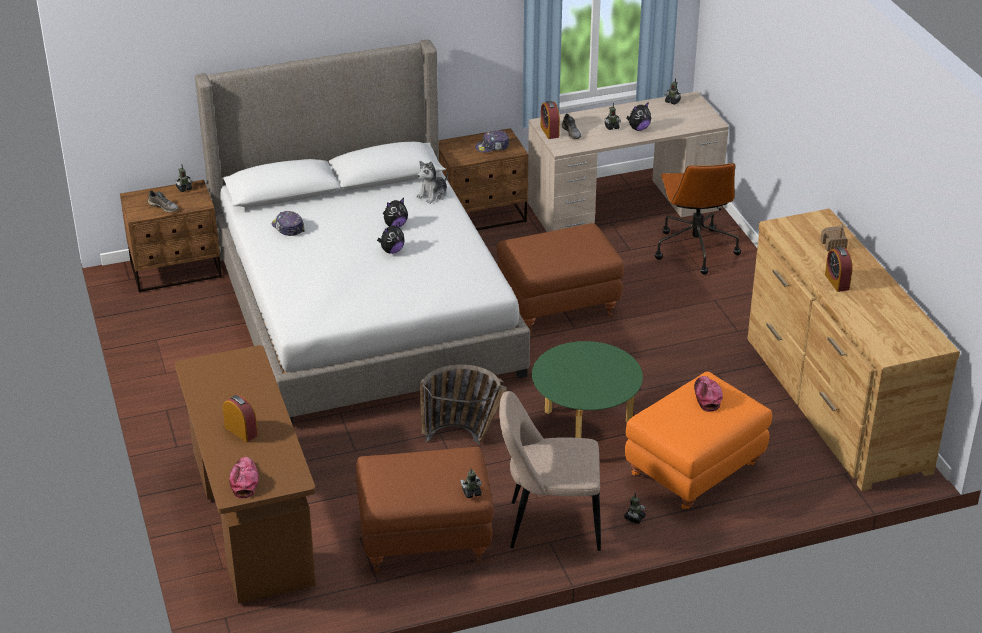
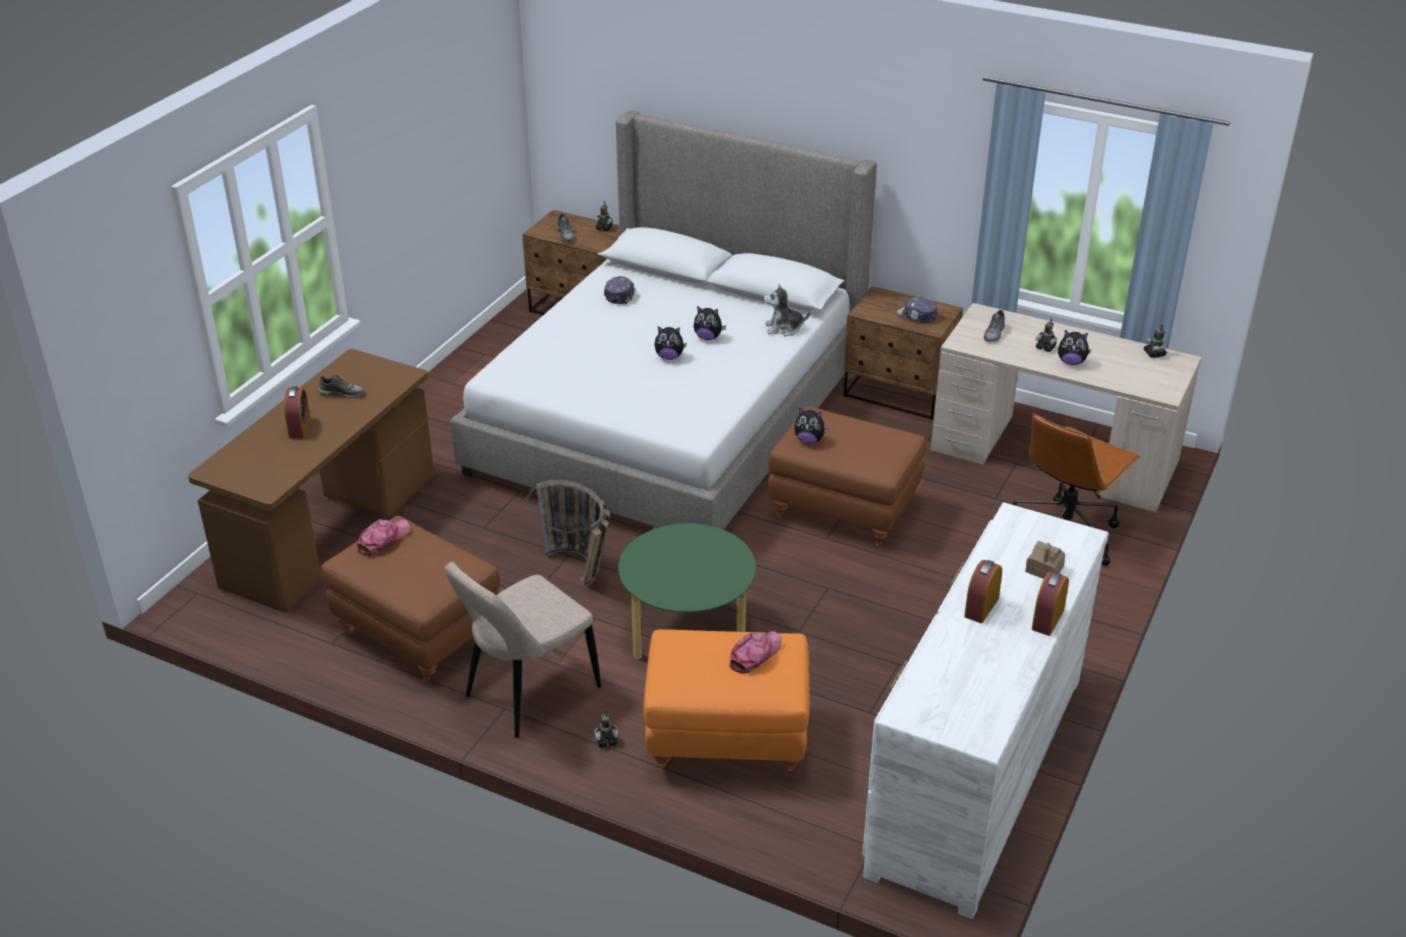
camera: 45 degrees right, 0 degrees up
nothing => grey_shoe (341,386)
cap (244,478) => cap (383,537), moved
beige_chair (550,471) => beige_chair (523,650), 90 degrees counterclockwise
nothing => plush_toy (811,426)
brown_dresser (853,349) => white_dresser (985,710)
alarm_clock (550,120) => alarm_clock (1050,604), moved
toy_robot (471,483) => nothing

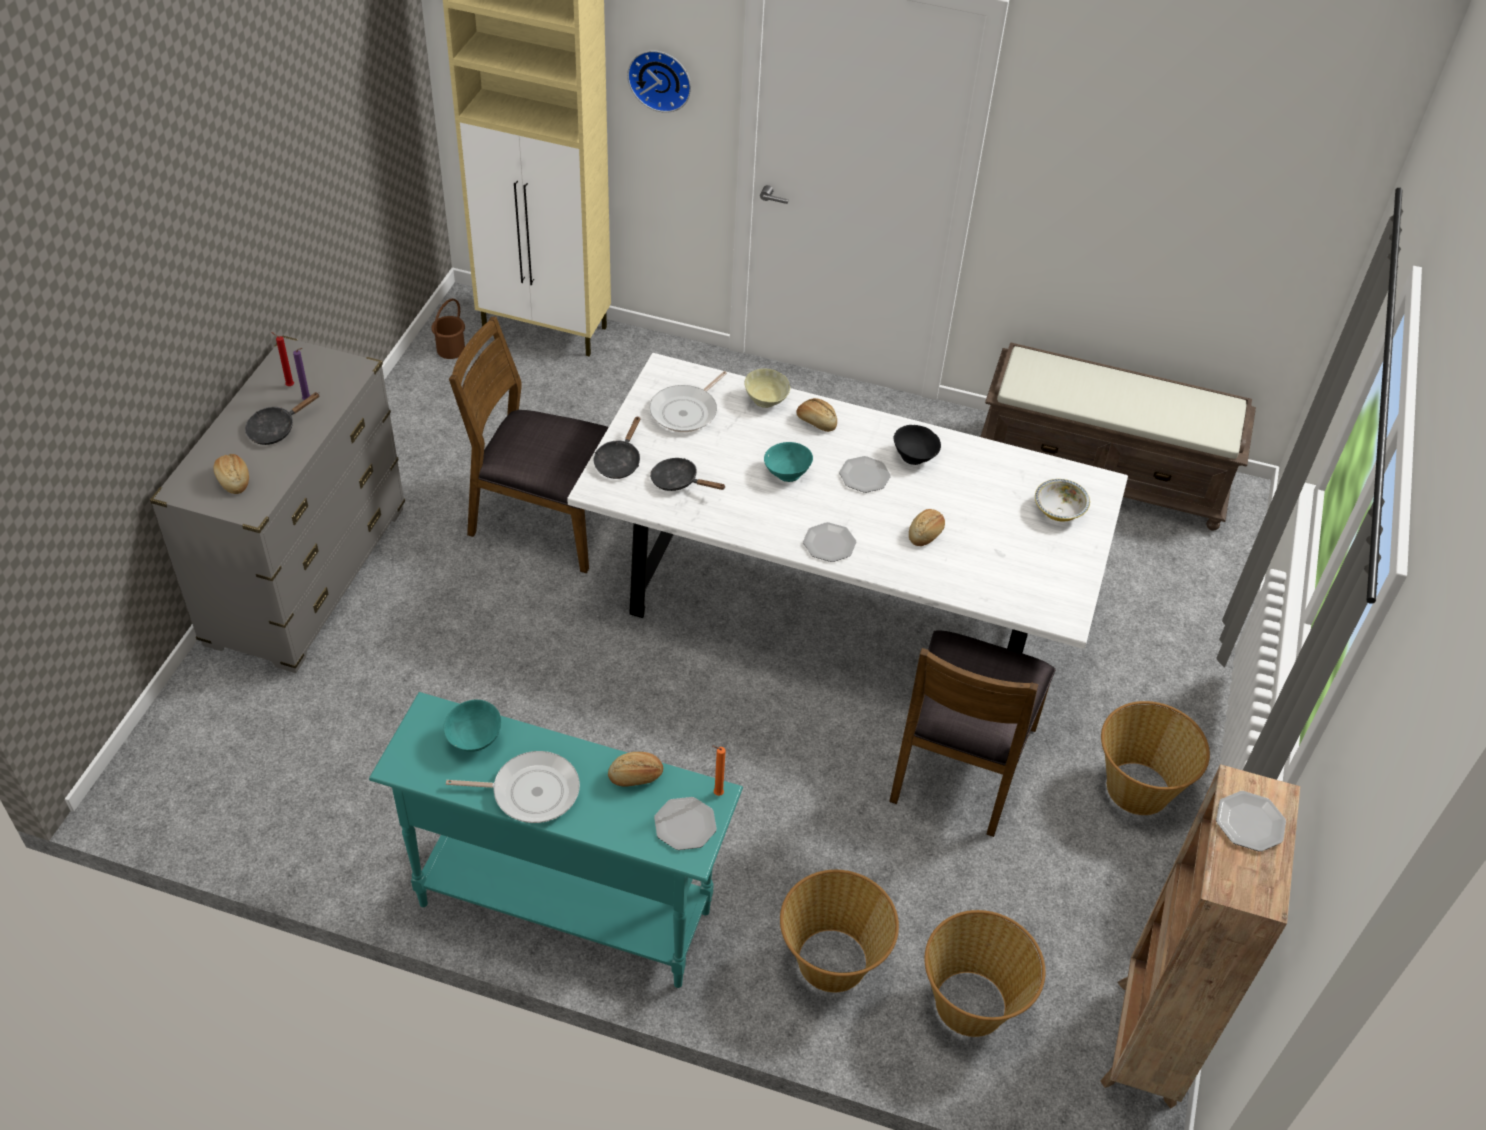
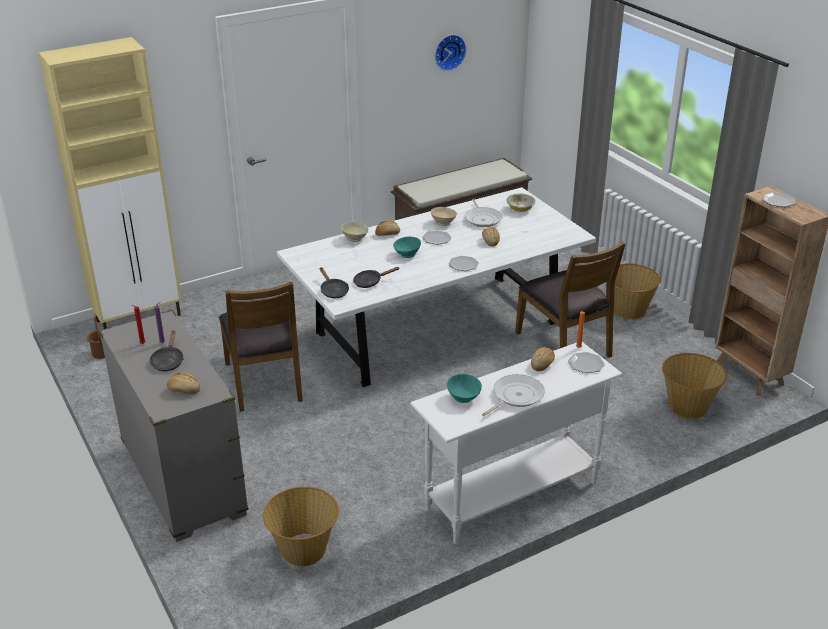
camera: 45 degrees left, 15 degrees down
brown_chair (529,445) => brown_chair (261,347), 75 degrees counterclockwise
basket (839,931) => basket (301,526), moved
turquoise_console_table (556,840) => white_console_table (516,443)
black_bowl (917,445) => beige_bowl (444,216)
wall_clock (659,81) => wall_clock (450,53), moved
frying_pan (688,401) => frying_pan (484,213), moved

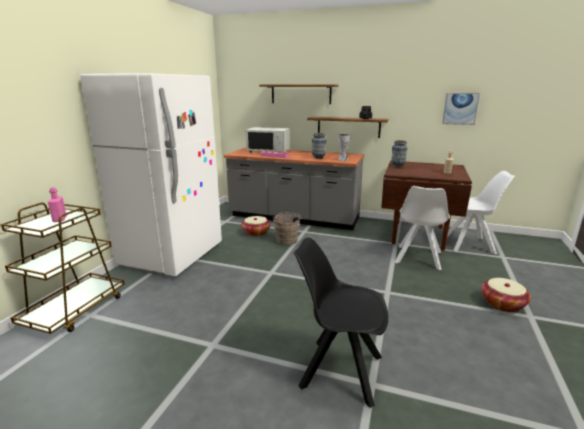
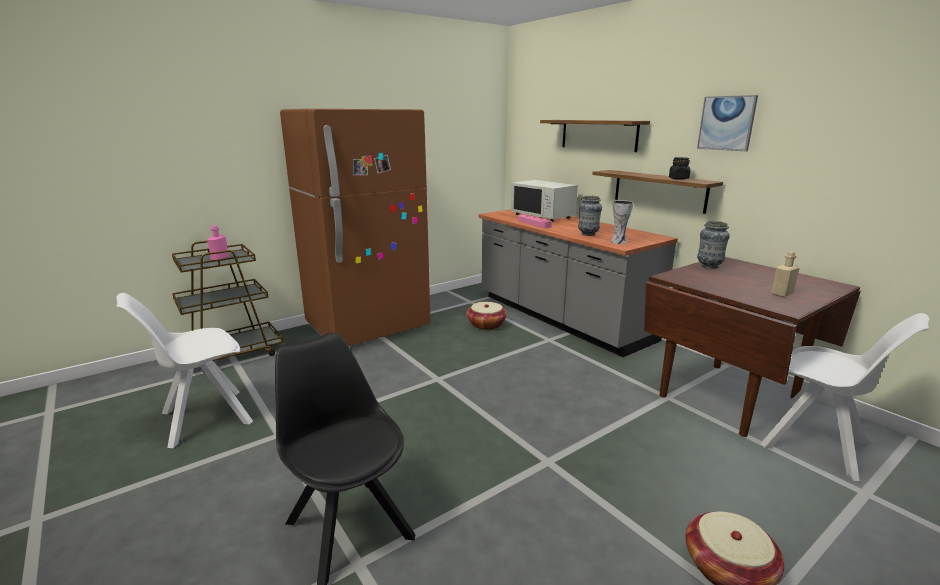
camera: 35 degrees right, 0 degrees up
white_chair (422,228) => white_chair (184,370), moved
white_fridge (151,174) => brown_fridge (355,227)
picture (461,109) => picture (727,123), moved
brown_bucket (287,228) => nothing

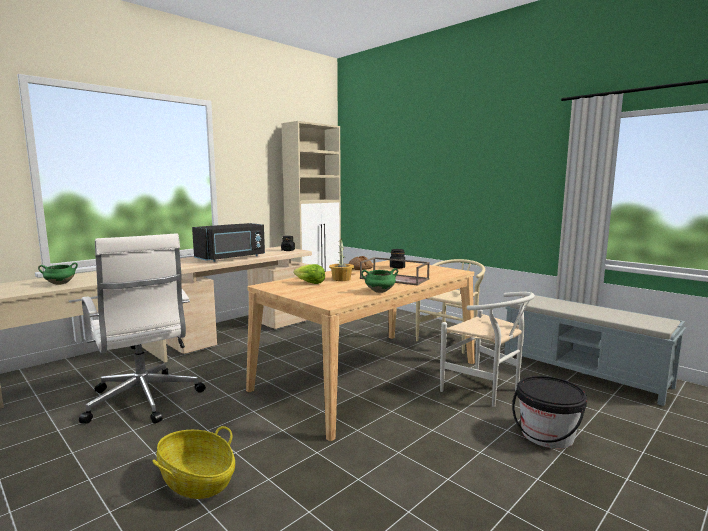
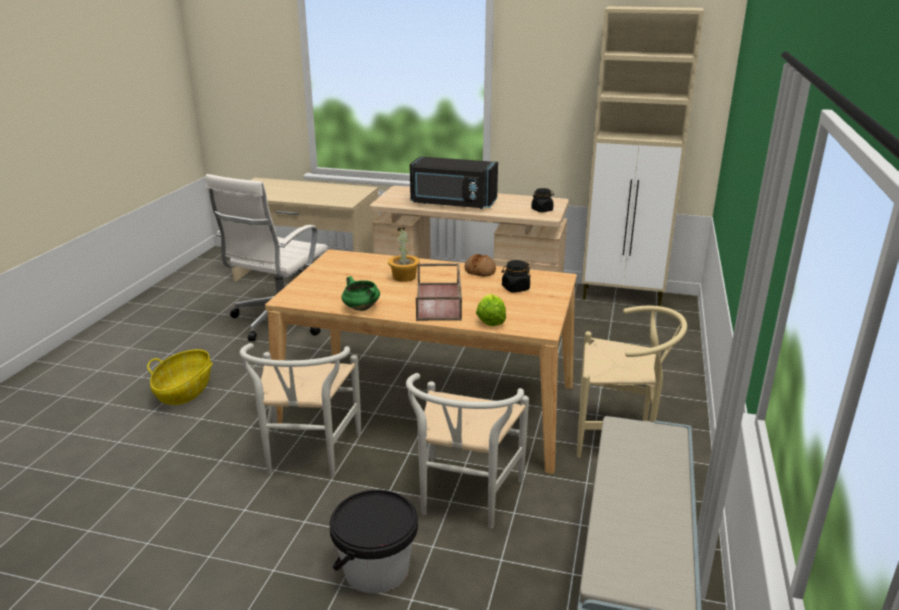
camera: 60 degrees right, 15 degrees up
nothing => white_chair (300,410)
lettuce (309,274) => lettuce (491,310), moved
green_cooking_pot (58,273) => nothing

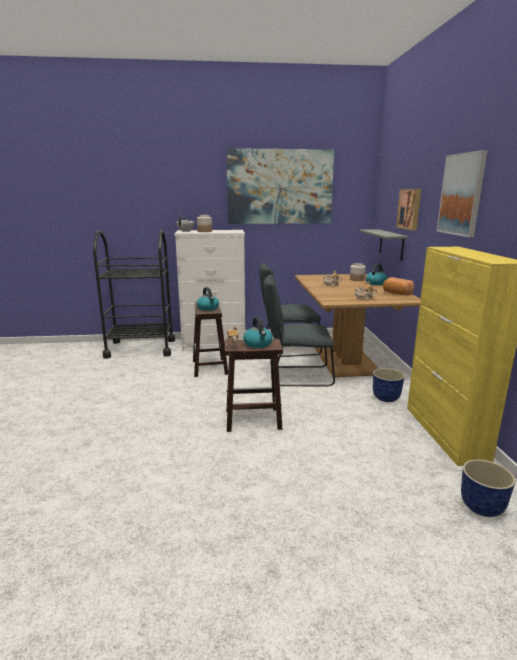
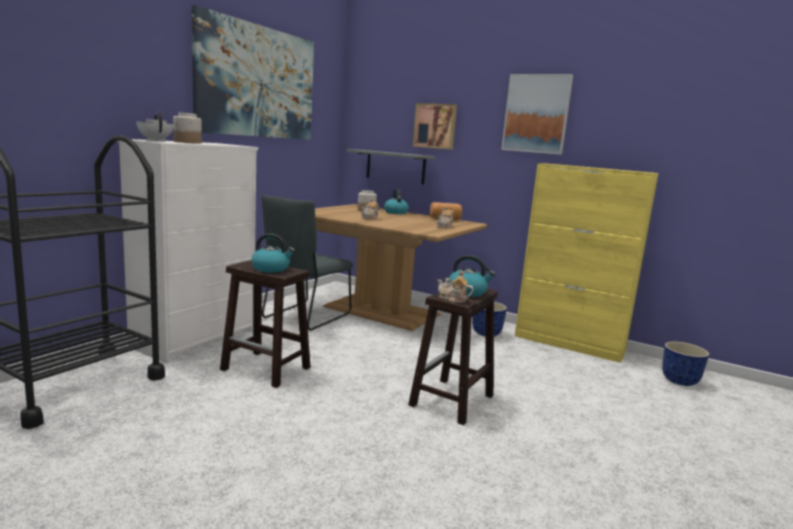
camera: 55 degrees left, 5 degrees down
grey_chair (299,330) => nothing

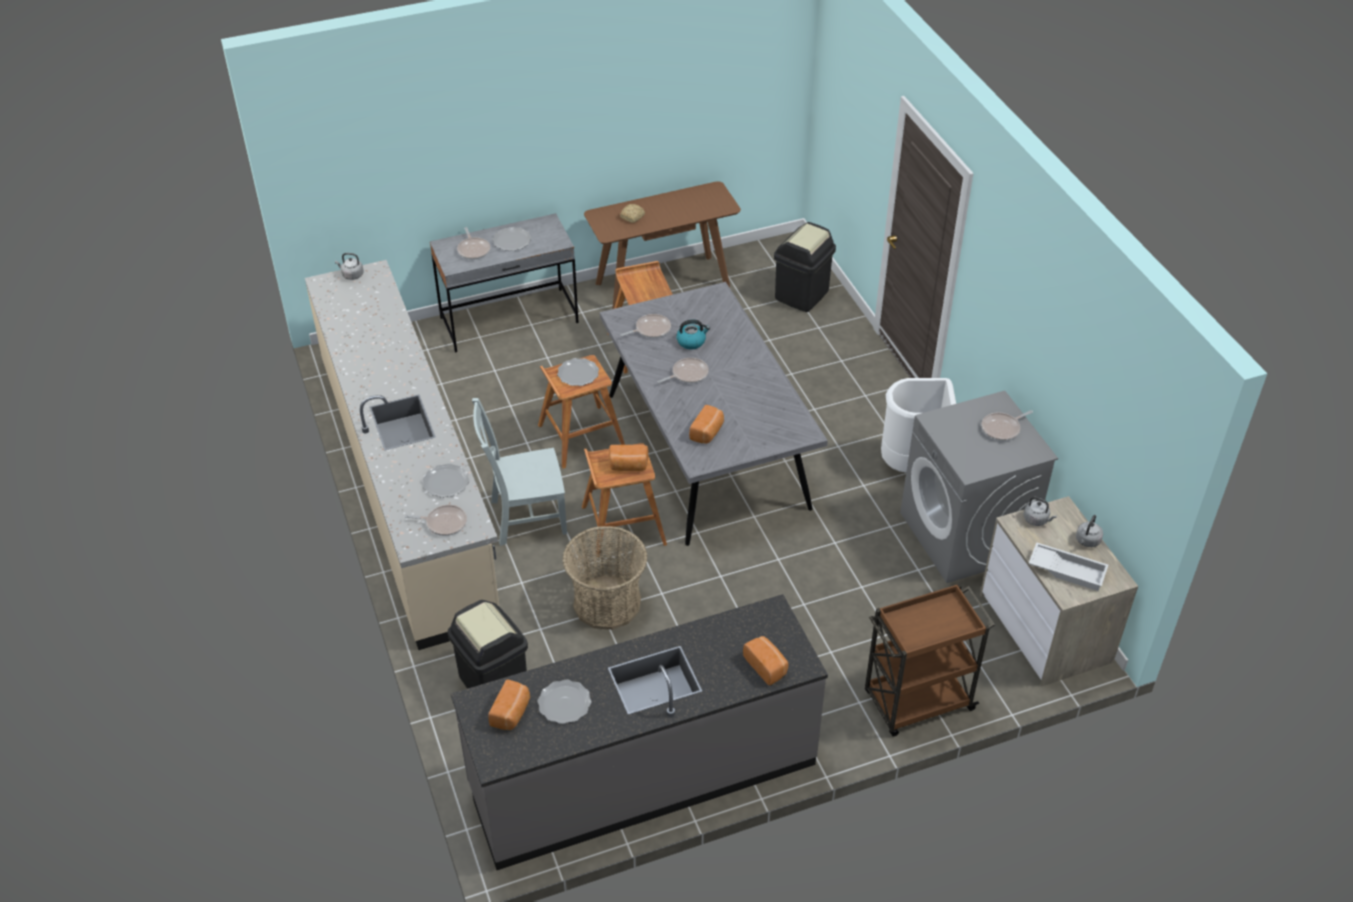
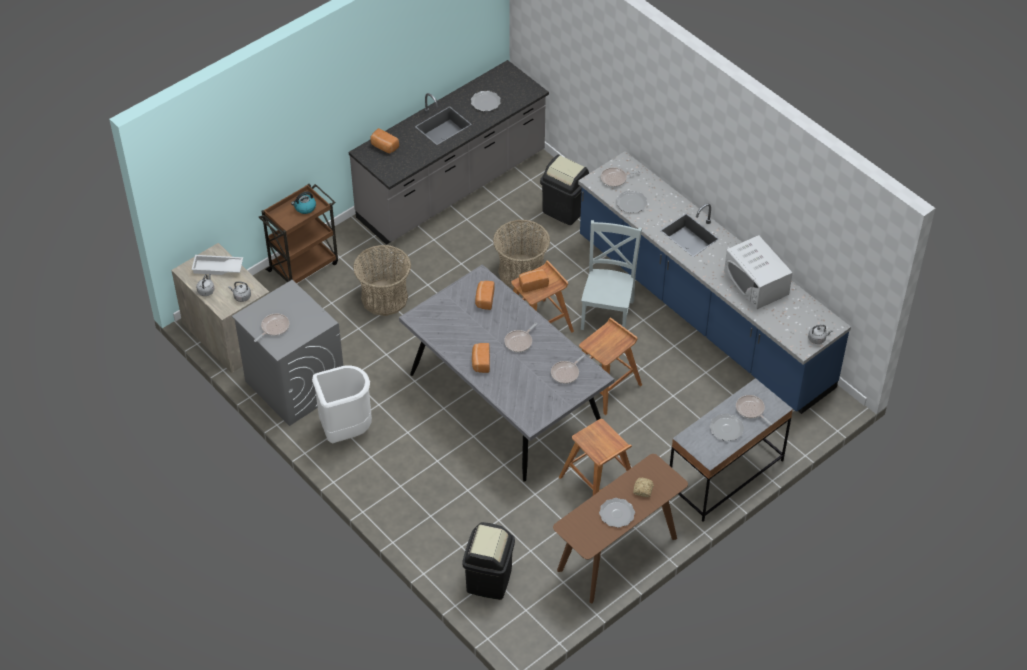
camera: 160 degrees right, 5 degrees up
kettle (693,334) => kettle (303,202), moved
nothing => basket (382,280)
bread (509,704) => bread (481,358), moved
beige_counter (402,455) => blue_counter (714,282)
grey_chair (519,472) => grey_chair (611,275), 45 degrees counterclockwise
plate (578,372) => plate (617,513), moved
nothing => white_microwave (758,272)

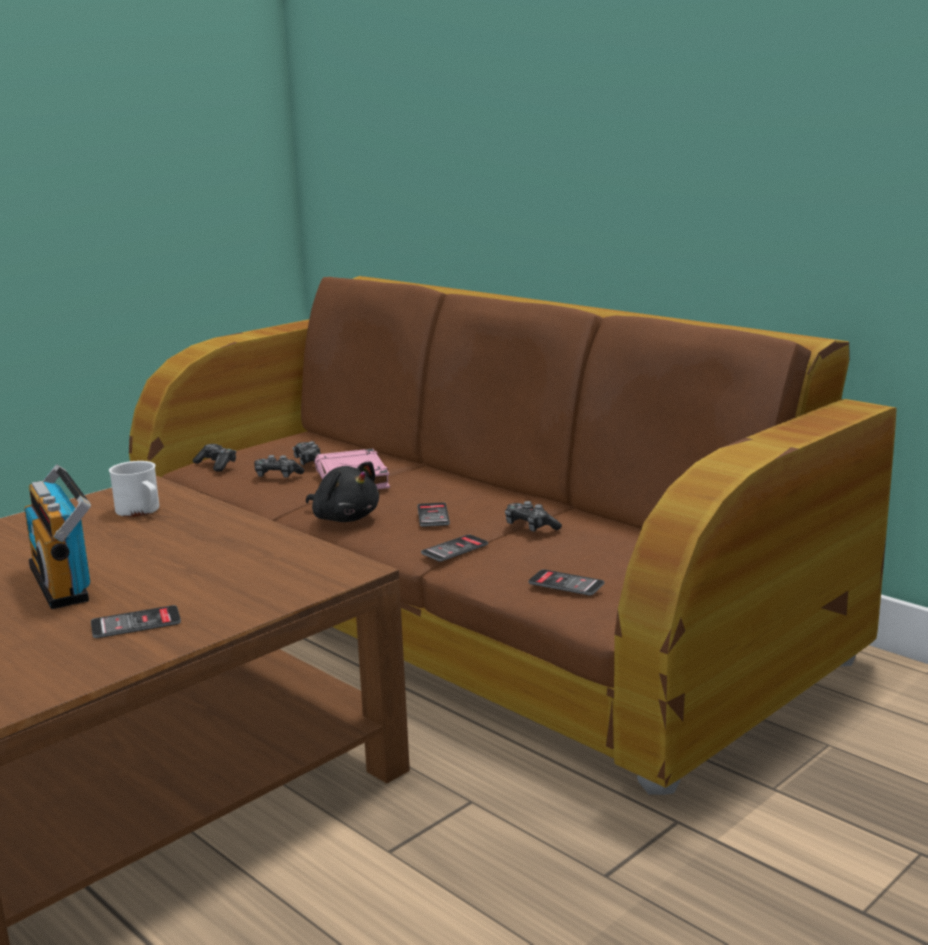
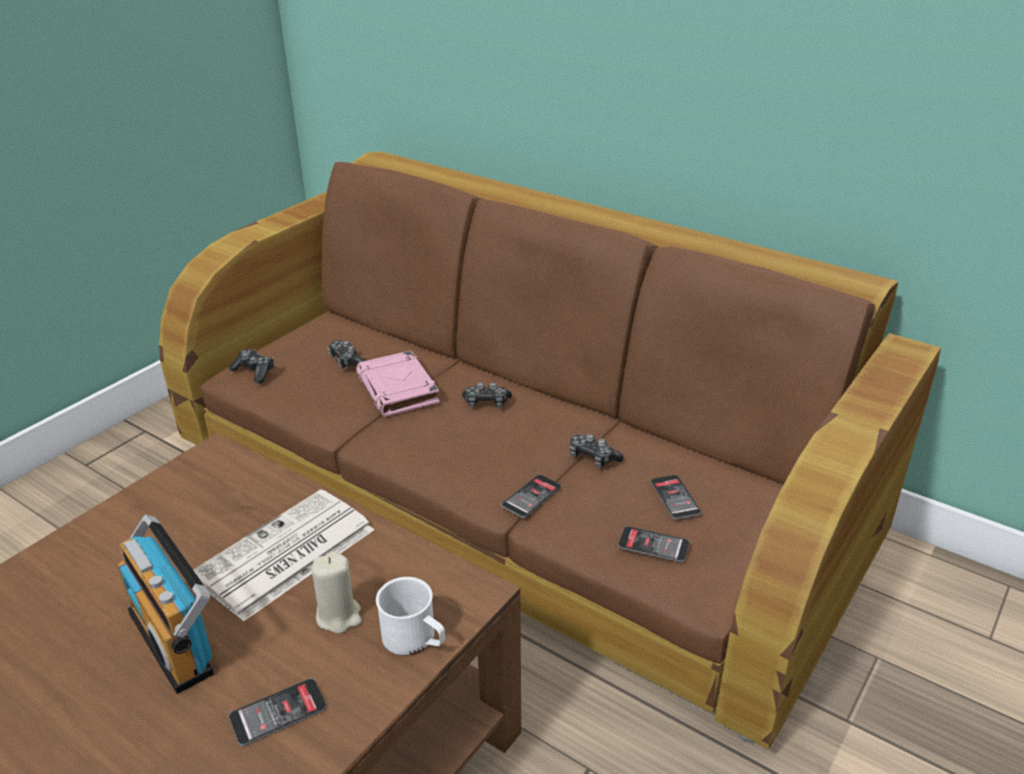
camera: 10 degrees left, 15 degrees up
nothing => newspaper (283,555)
nothing => beige_candle (336,593)
white_mug (134,489) => white_mug (410,616), moved
game_controller (279,466) => game_controller (487,394), moved
phone (433,514) => phone (676,497), moved
black_plush_toy (342,492) => nothing

